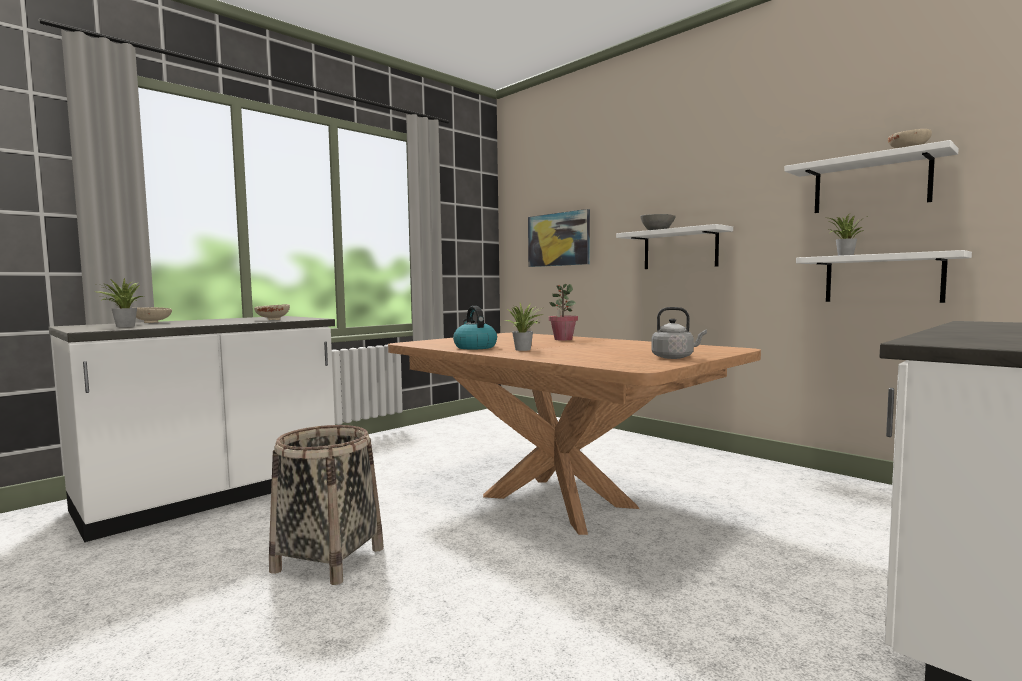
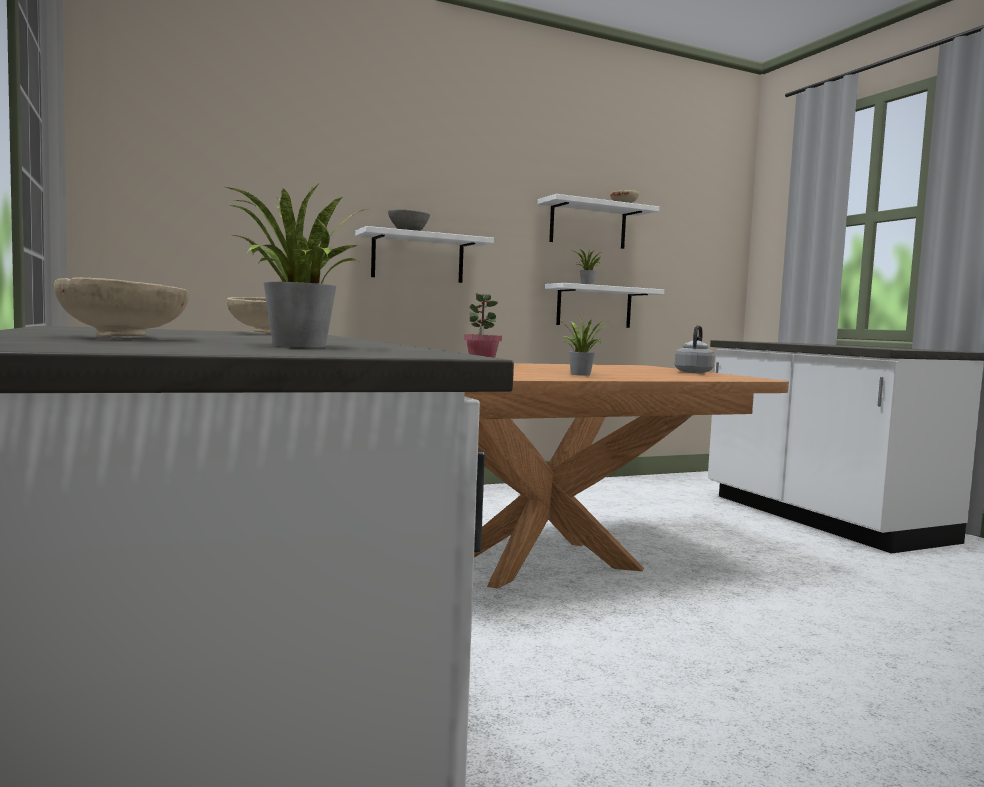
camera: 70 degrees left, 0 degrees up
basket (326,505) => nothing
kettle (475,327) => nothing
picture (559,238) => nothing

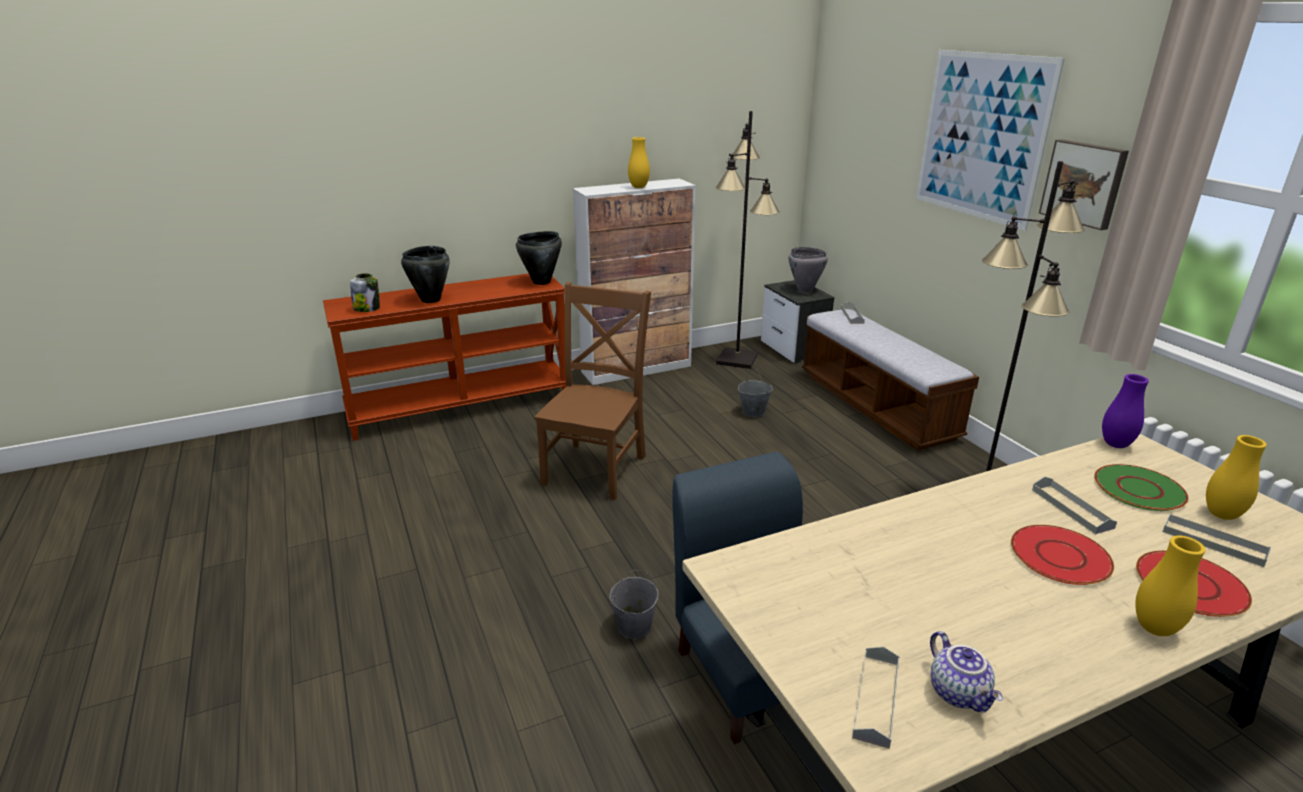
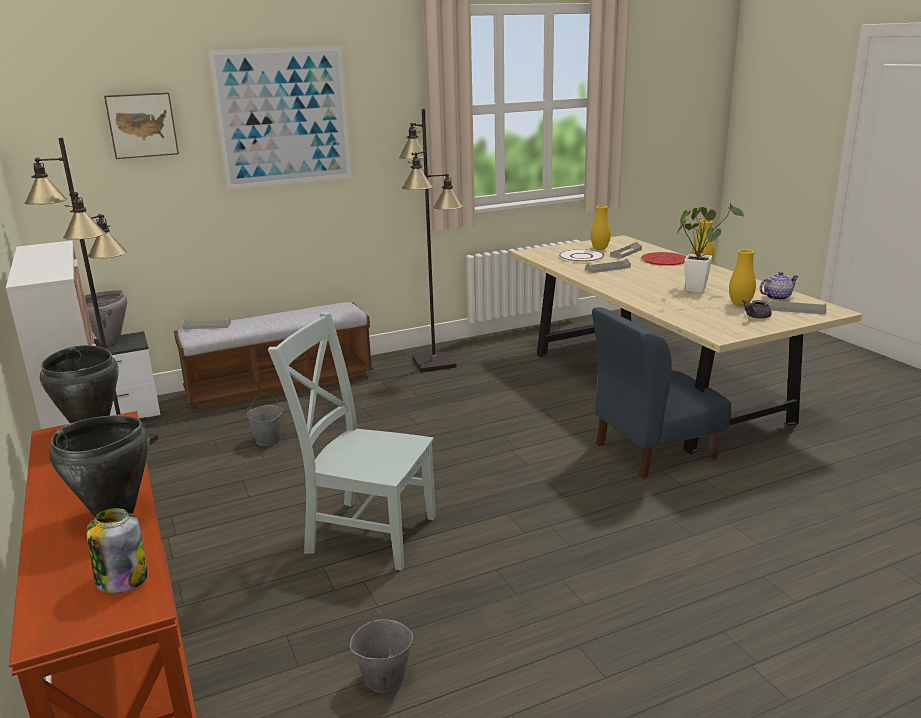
camera: 90 degrees left, 5 degrees down
picture (1084,184) => picture (141,125), moved
brown_chair (592,391) => grey_chair (352,441)
grey_bucket (634,604) => grey_bucket (381,651), moved
green_plate (1141,487) => white_plate (581,255)
nothing => potted_plant (710,248)
yellow_vase (639,162) => yellow_vase (742,277), moved
nothing => grey_teapot (757,309)
red_plate (1062,555) => nothing
purple_vase (1125,411) => nothing

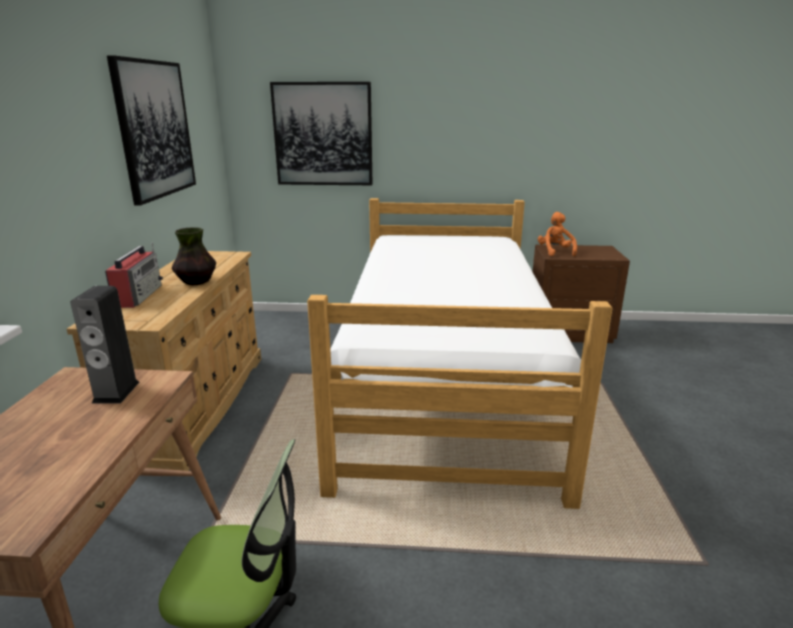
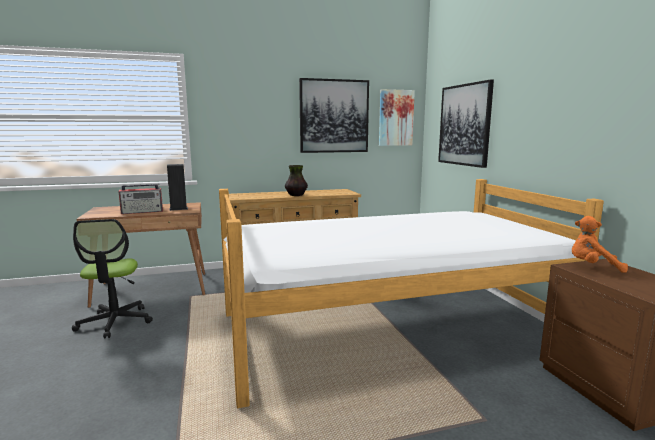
camera: 70 degrees right, 10 degrees down
radio (134,275) => radio (140,198), moved
nothing => picture (397,117)
orange_plush_toy (557,234) => orange_plush_toy (600,244), 135 degrees counterclockwise

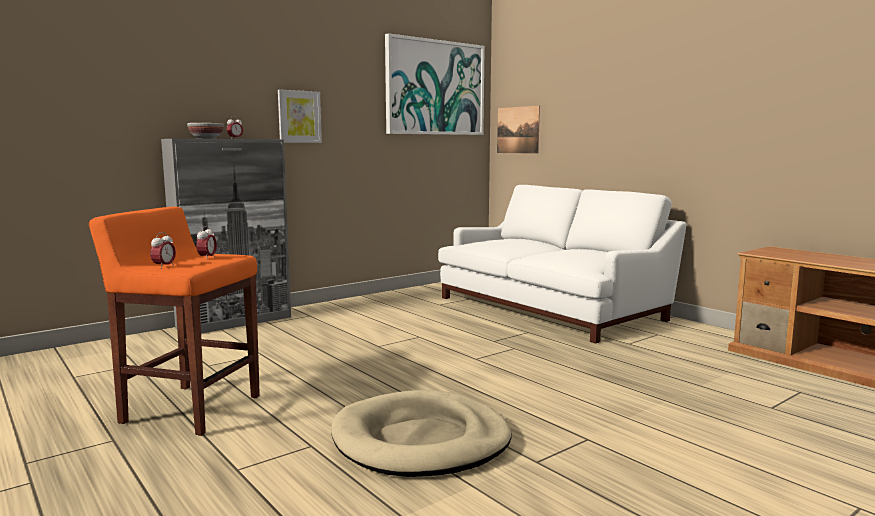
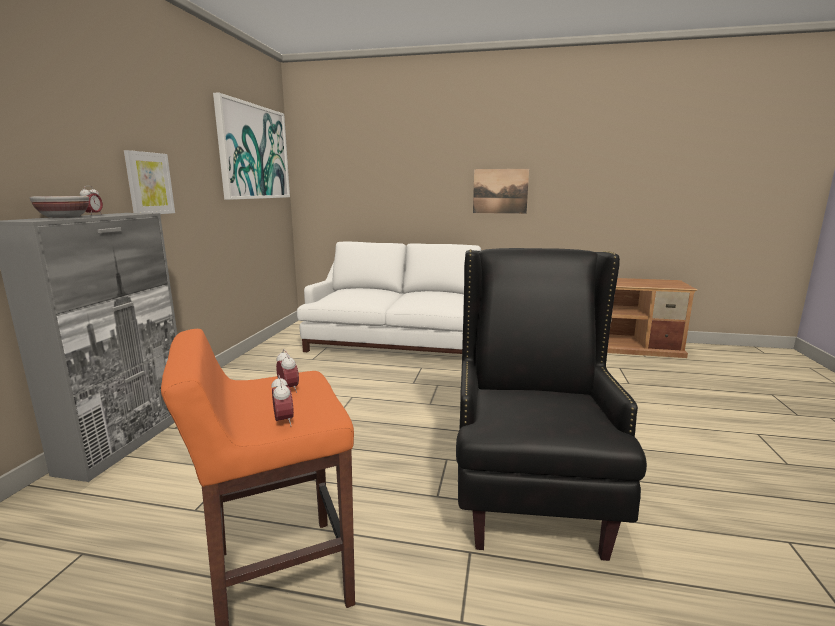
camera: 40 degrees left, 5 degrees up
beige_dog_bed (421,433) => black_armchair (551,404)
picture (518,129) => picture (501,191), moved

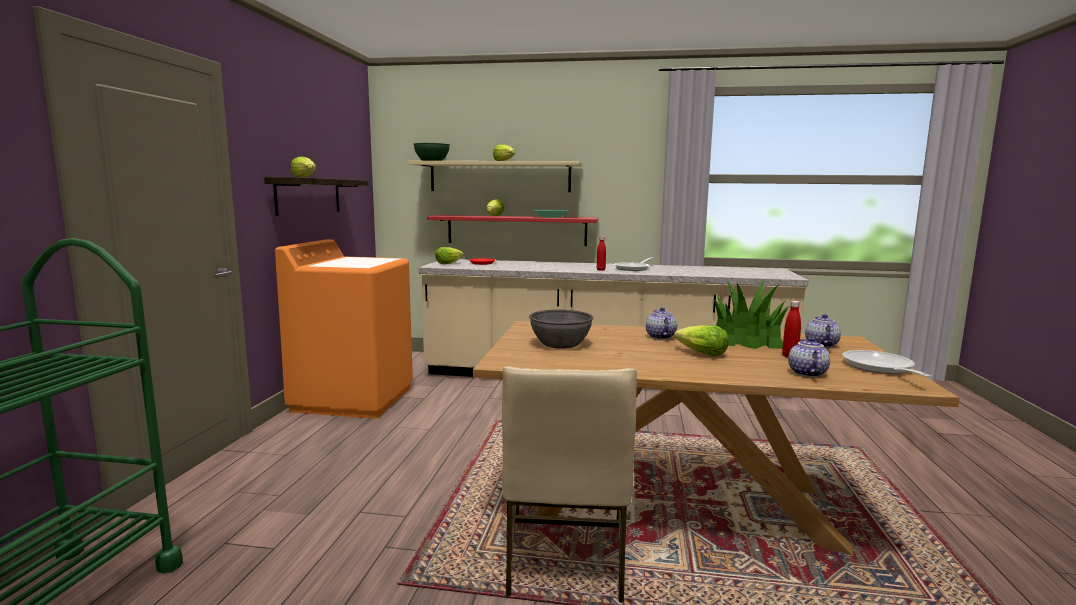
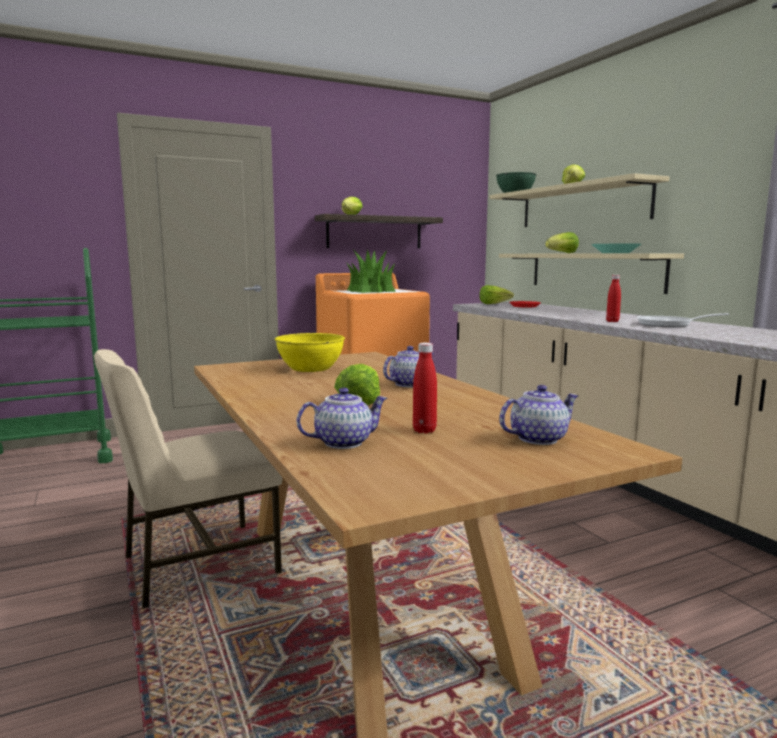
camera: 55 degrees right, 0 degrees up
grey_bowl (561,329) => yellow_bowl (310,352)
potted_plant (751,313) => potted_plant (371,271), moved
red_shelf (512,230) => beige_shelf (591,273)
frying_pan (887,364) => nothing

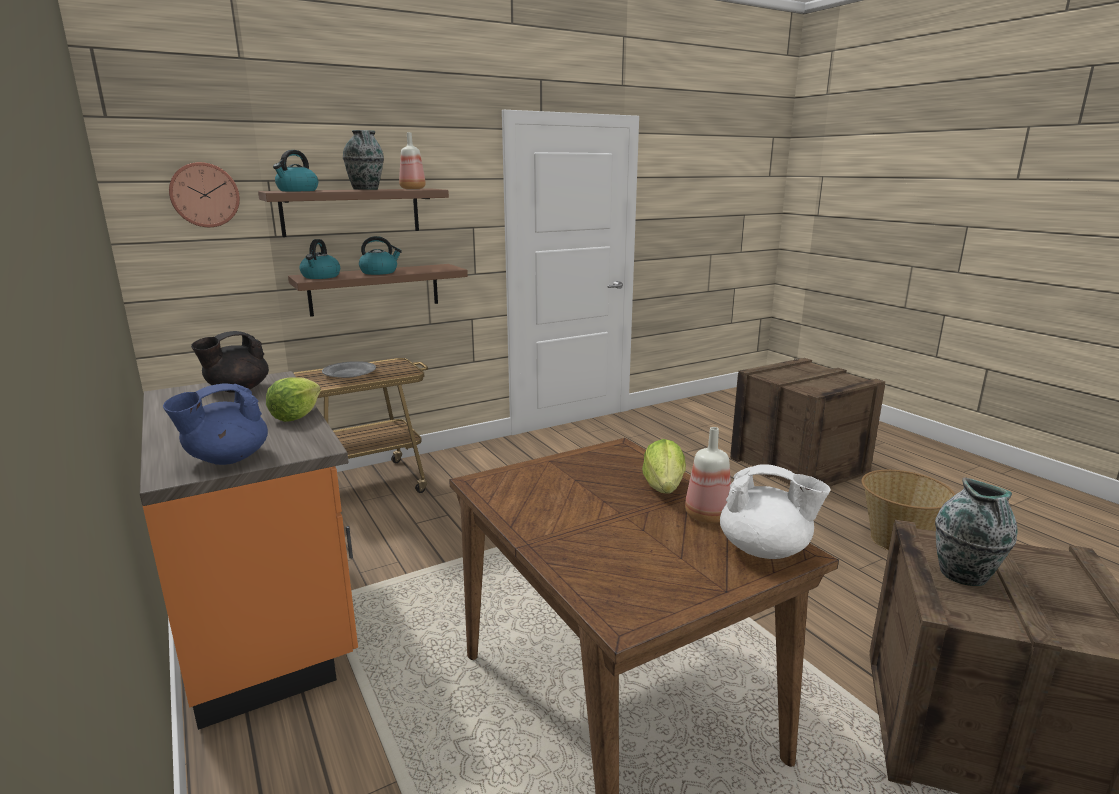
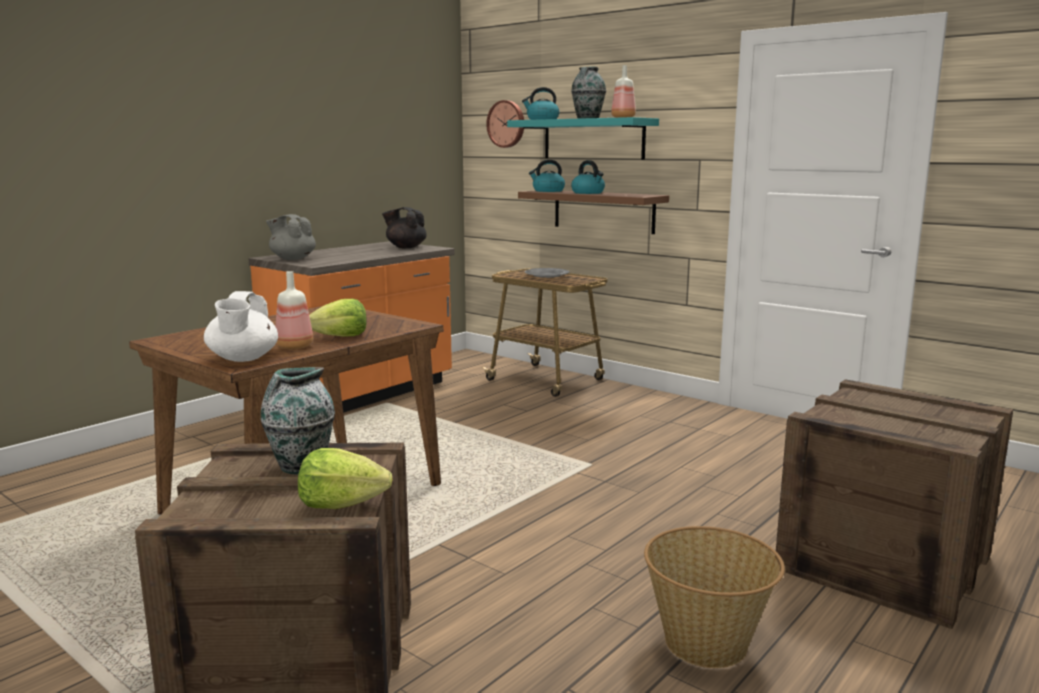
camera: 70 degrees right, 5 degrees down
blue_teapot (215,424) => grey_teapot (291,237)
lettuce (293,399) => lettuce (345,478), moved
brown_shelf (353,212) => turquoise_shelf (583,138)

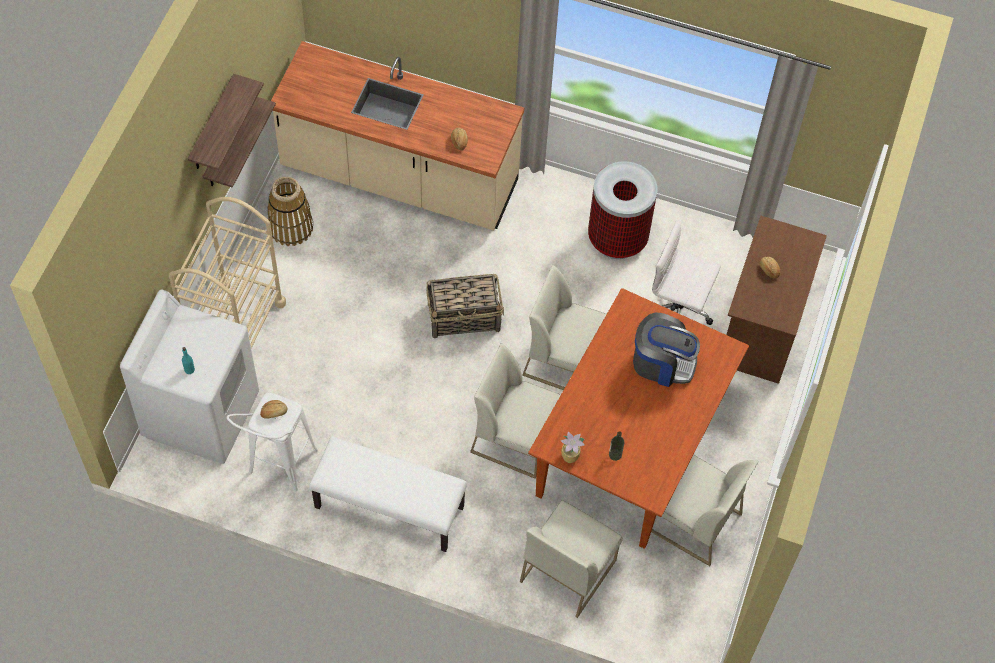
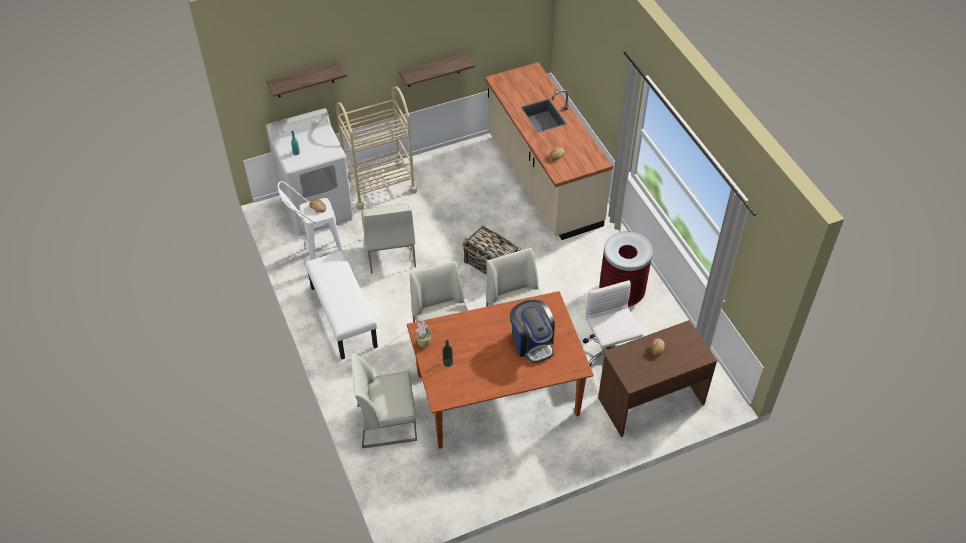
camera: 50 degrees right, 10 degrees down
shelf (226,122) => shelf (307,79), moved
white_chair (705,510) => white_chair (388,239), moved
basket (290,211) => nothing

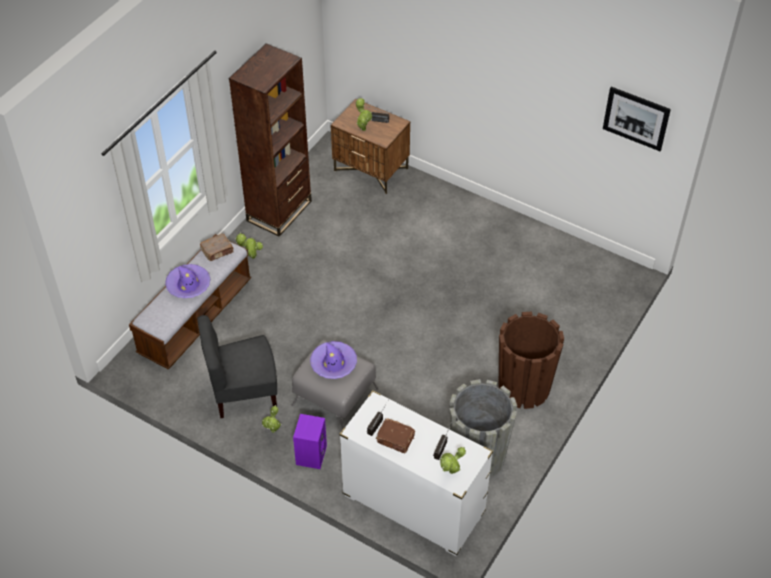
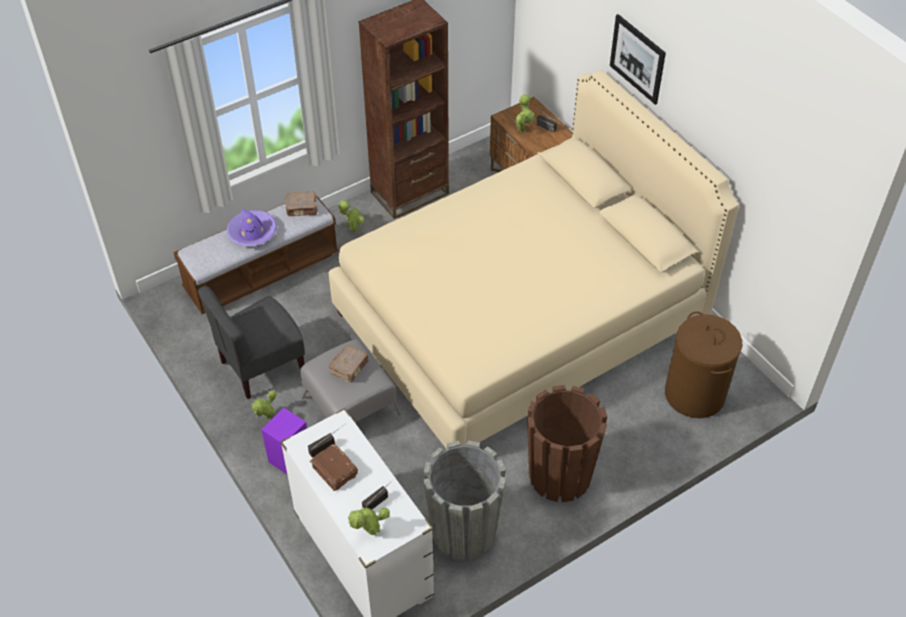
camera: 25 degrees right, 0 degrees up
grey_chair (237,366) => grey_chair (251,342), 45 degrees counterclockwise
nothing => beige_bed (533,259)
purple_hat (333,360) => brown_book (349,363)
picture (637,119) => picture (638,59), moved
nothing => brown_laundry_basket (703,364)

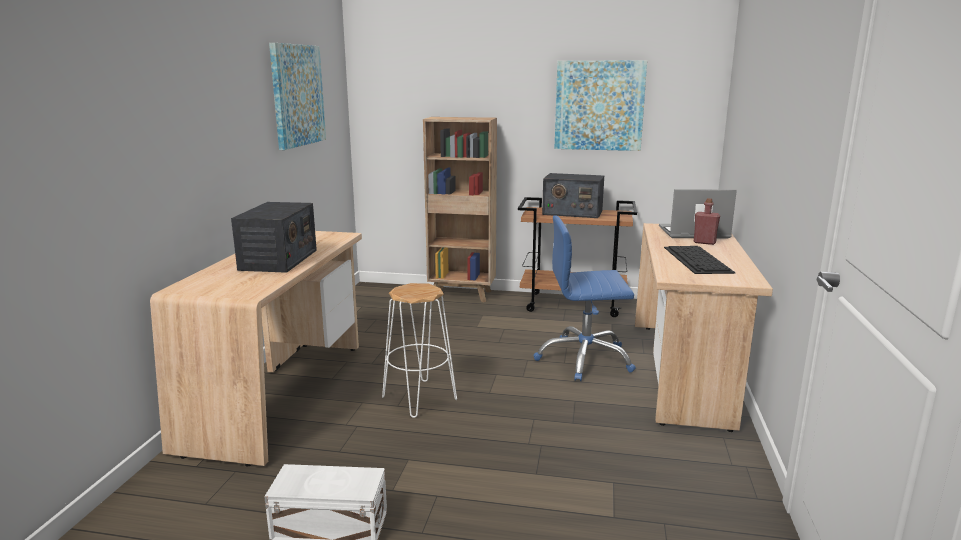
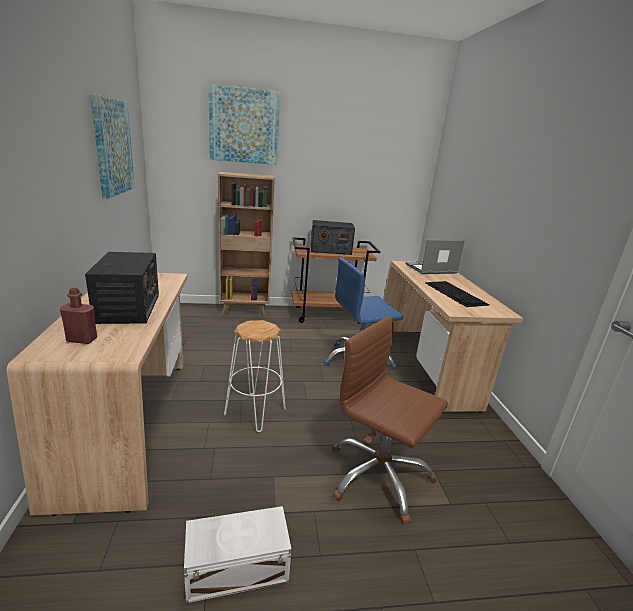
camera: 20 degrees left, 5 degrees up
red_bottle (707,221) => red_bottle (78,316), moved
picture (600,106) => picture (244,124), moved
nothing => brown_office_chair (390,420)

